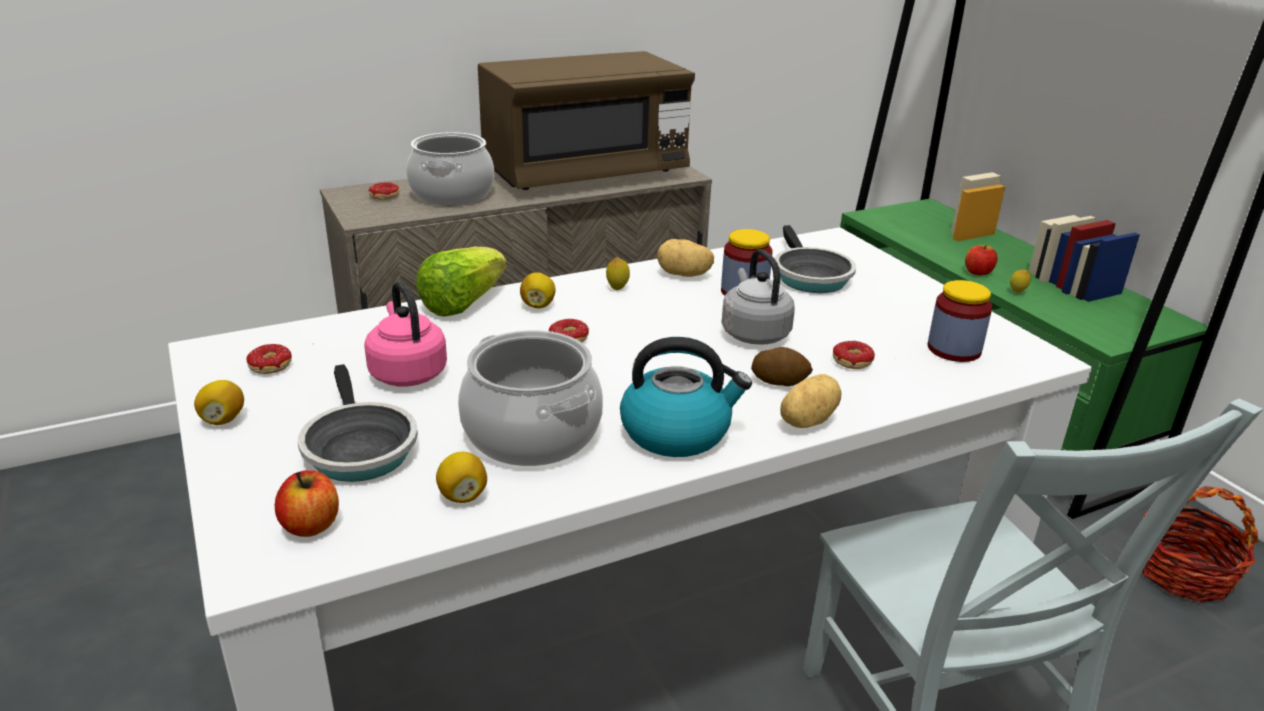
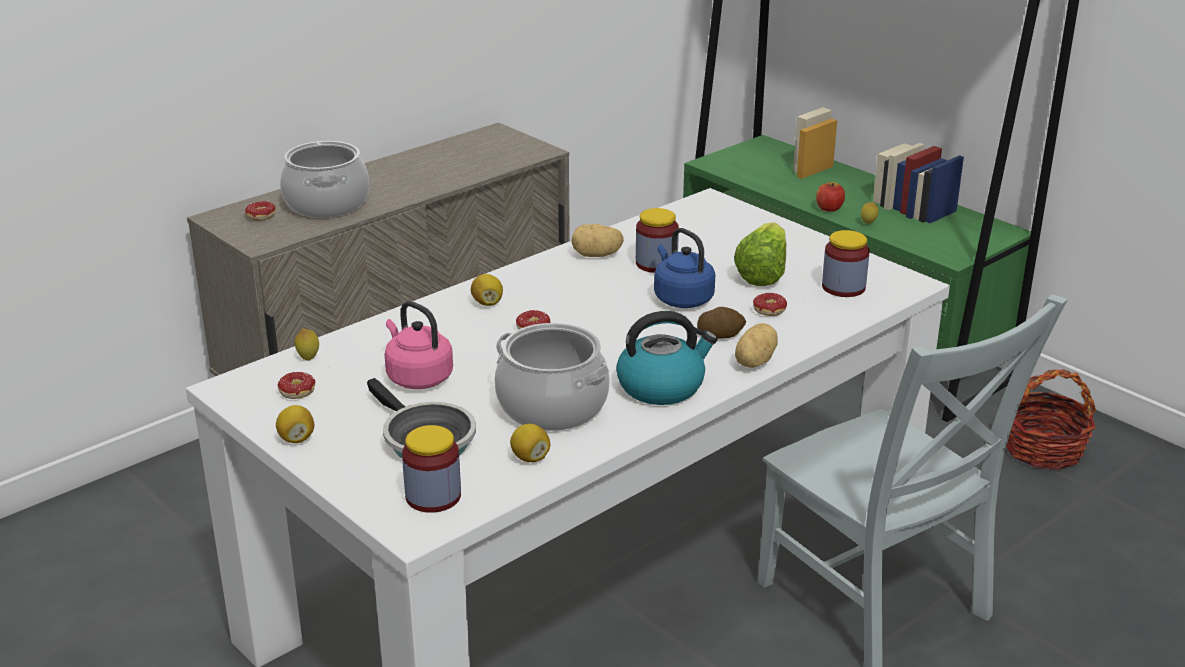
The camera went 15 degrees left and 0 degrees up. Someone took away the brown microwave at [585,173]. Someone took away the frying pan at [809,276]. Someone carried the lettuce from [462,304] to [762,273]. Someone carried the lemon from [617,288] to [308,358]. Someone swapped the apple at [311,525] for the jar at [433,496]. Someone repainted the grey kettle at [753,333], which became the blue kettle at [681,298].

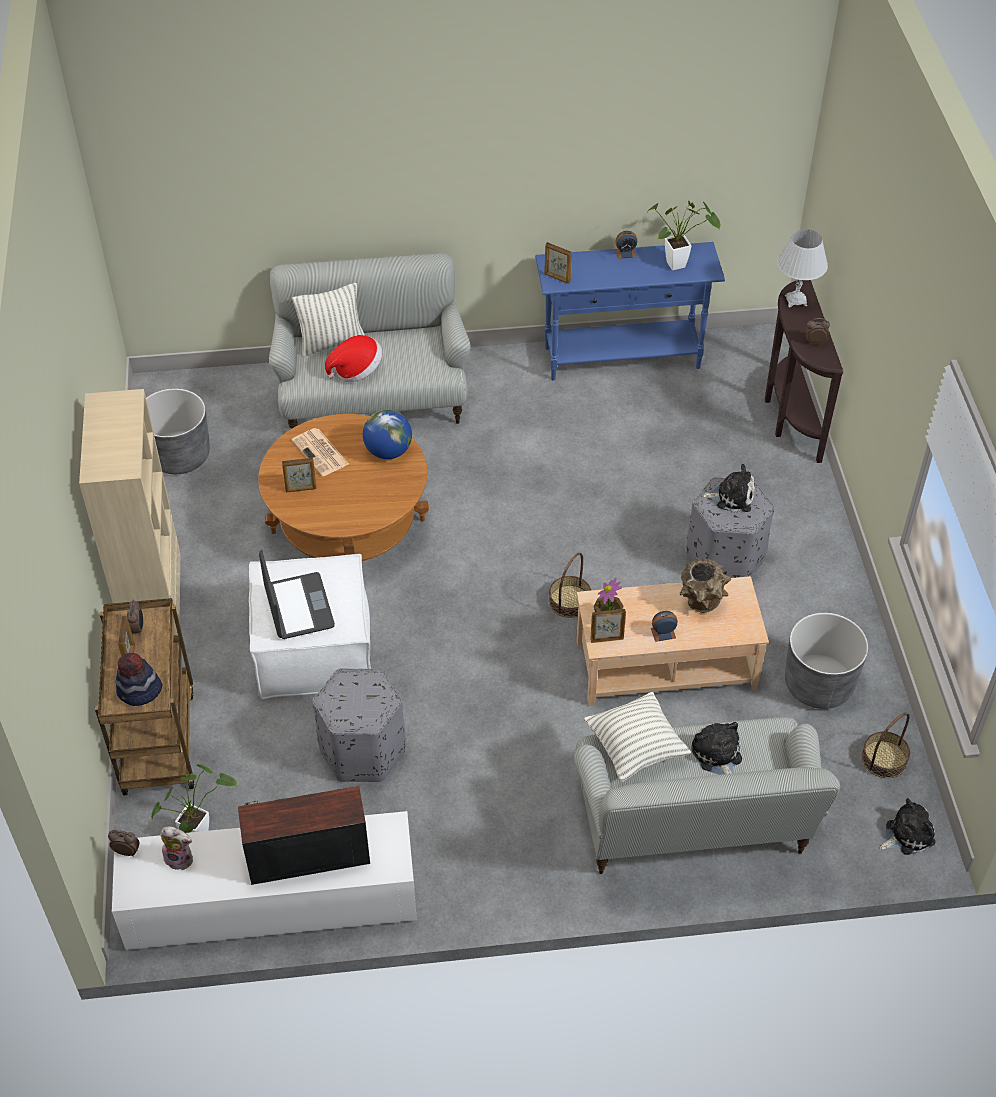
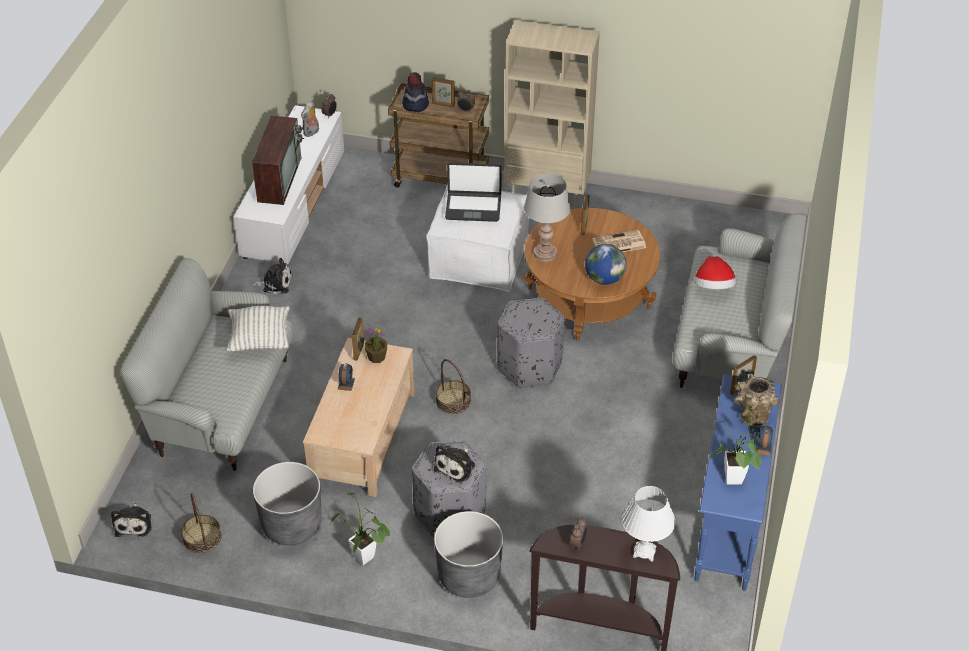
The camera went 110 degrees right and 5 degrees down. Someone took away the pillow at [332,343]. Someone put down the grey table lamp at [545,254]. Someone carried the grey planter from [179,455] to [469,575]. Someone carried the potted plant from [200,831] to [366,560]. Someone carried the grey ottoman from [362,751] to [529,366]. Someone carried the brown vase from [701,604] to [751,416]. Someone carried the plush toy from [717,755] to [275,283].

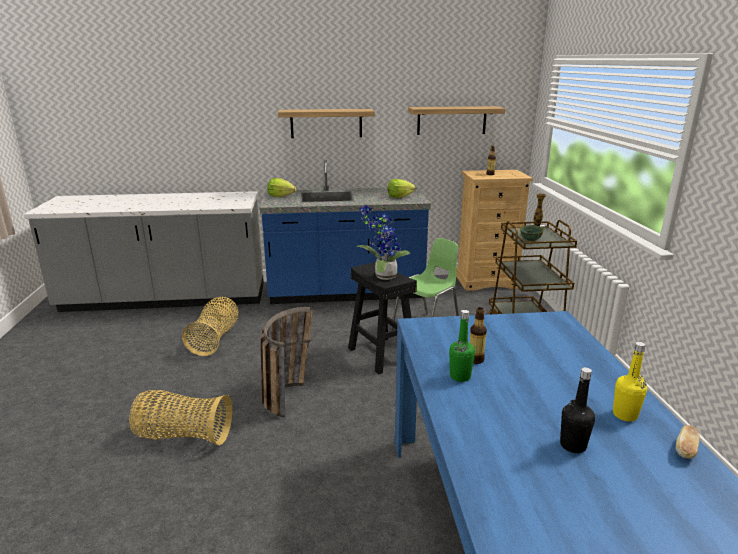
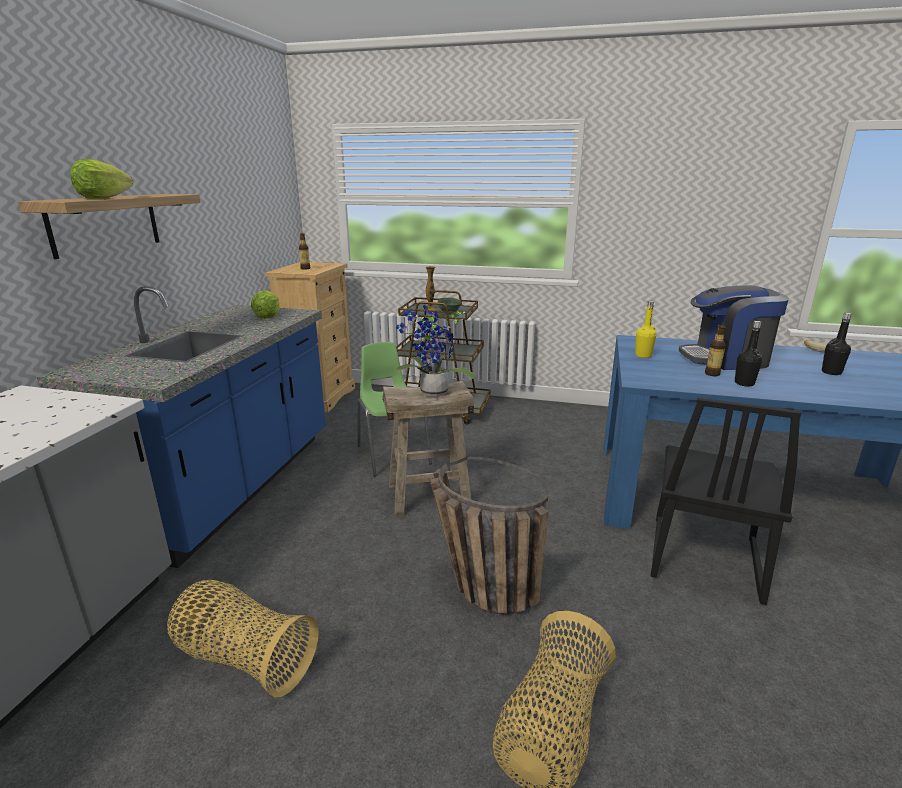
The camera went 70 degrees left and 0 degrees up. Someone took away the shelf at [451,120]. Someone put down the black chair at [702,558]. Someone put down the coffee machine at [726,359]. Someone carried the lettuce from [281,196] to [103,198]. Someone carried the yellow bottle from [625,415] to [643,356]. Someone repainted the black stool at [382,354], which became the beige stool at [429,495]. Someone repainted the green bottle at [460,376], which became the black bottle at [744,383].

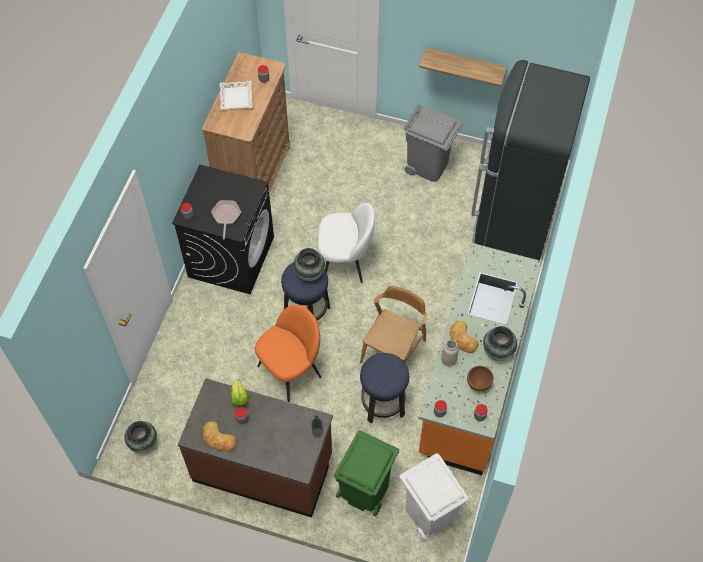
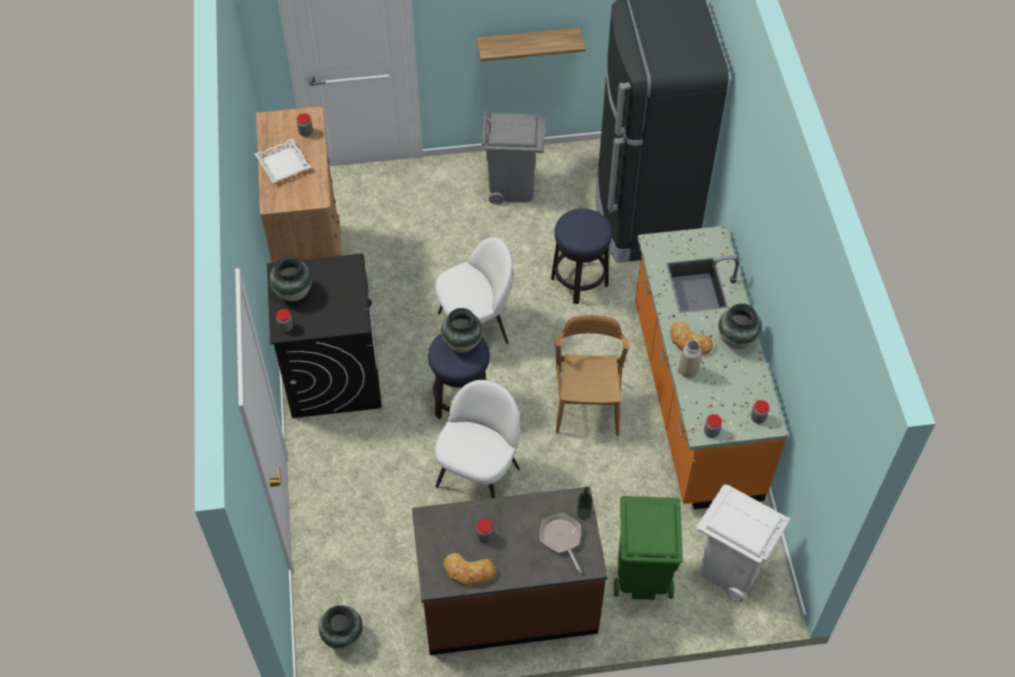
The camera went 25 degrees left and 5 degrees down. Someone took away the lettuce at [239,398]. Someone took away the brown bowl at [478,384]. Someone put down the vase at [293,293]. Someone carried the frying pan from [226,216] to [561,539]. Someone carried the stool from [383,403] to [579,281]. Someone repainted the orange chair at [291,370], which became the white chair at [479,475].

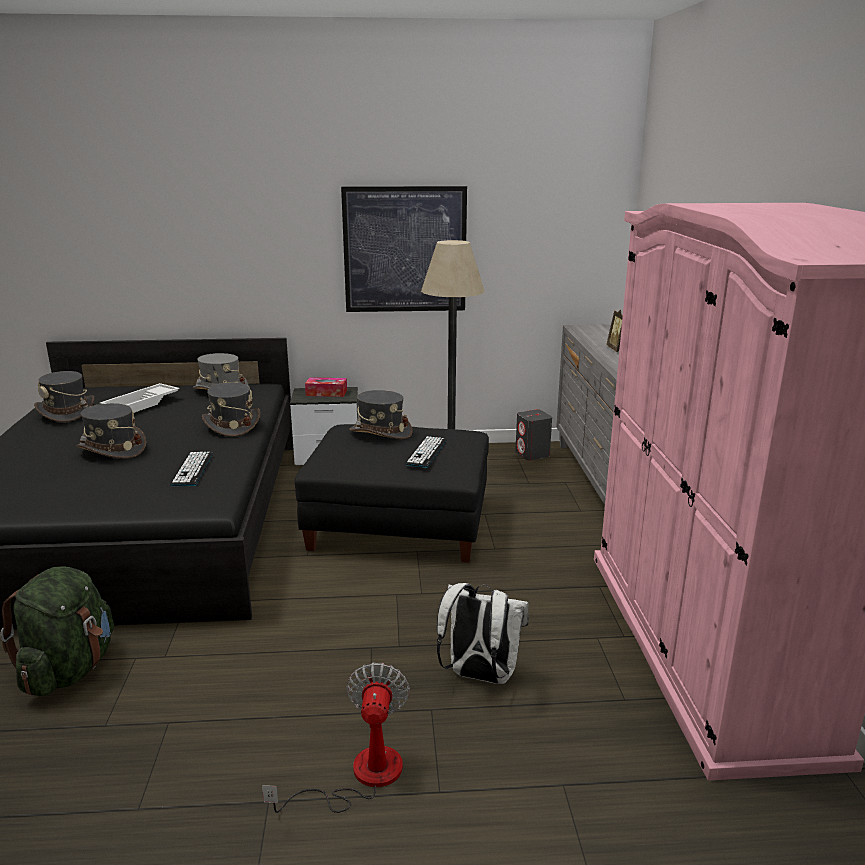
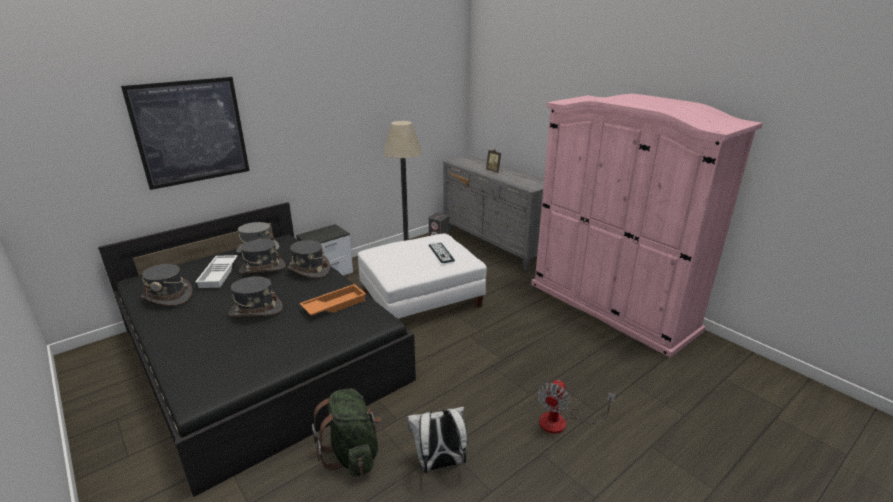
The camera went 35 degrees left and 5 degrees up. Someone took away the tissue box at [326,393]. Someone carried the picture from [405,250] to [191,132]. Someone carried the grey hat from [380,432] to [262,268]. Someone carried the white backpack from [479,675] to [439,464]. Someone swapped the keyboard at [192,469] for the orange tray at [334,304]. Someone repainted the black ottoman at [399,522], which became the white ottoman at [421,298]. Someone rotated the fan at [361,776] by 120 degrees counterclockwise.

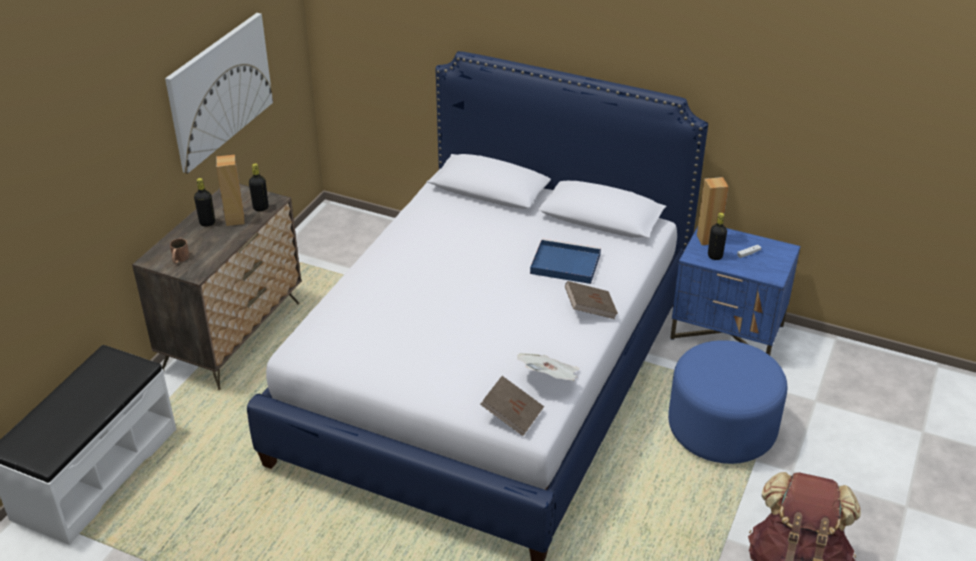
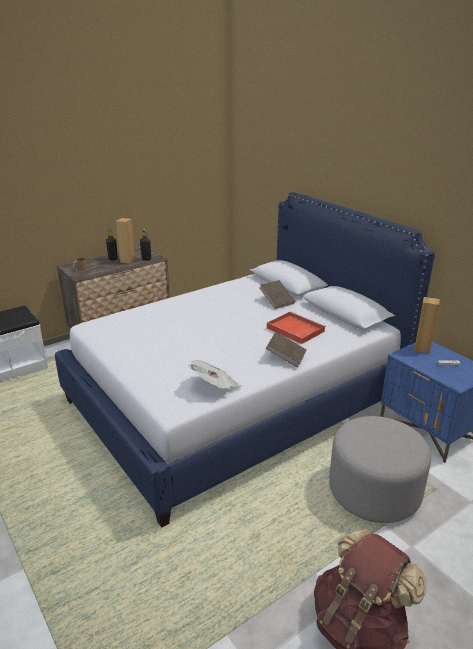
The camera went 30 degrees right and 10 degrees down. Someone took away the picture at [220,90]. Someone took away the black bottle at [715,256]. Someone carried the brown book from [512,415] to [277,301]. Someone repainted the blue tray at [564,264], which became the red tray at [294,329]. Someone repainted the blue ottoman at [721,428], which became the grey ottoman at [374,491].

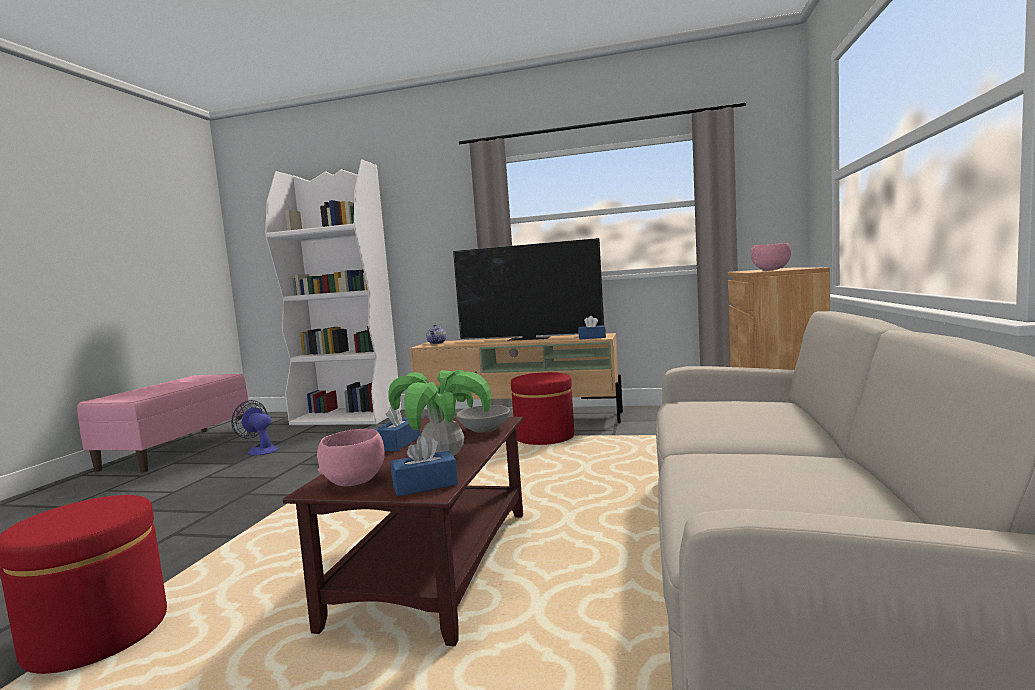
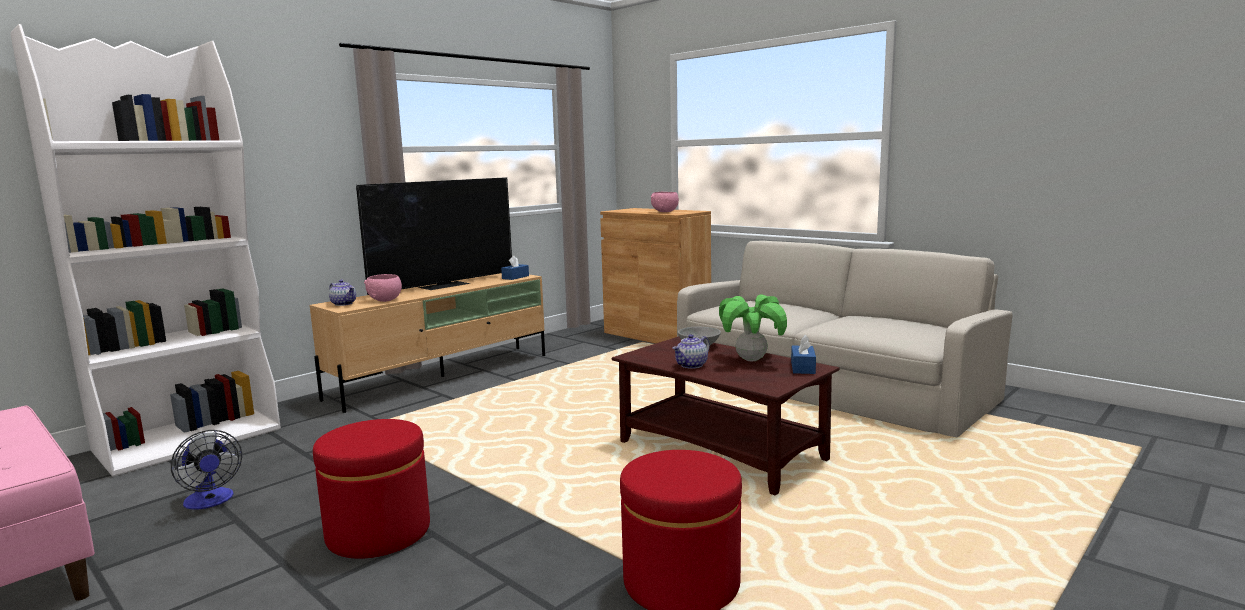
The camera went 60 degrees left and 5 degrees up. Someone carried the pink bowl from [355,481] to [385,300]. Someone carried the red ottoman from [544,437] to [378,532]. Someone swapped the blue tissue box at [398,443] for the teapot at [691,365]. Someone rotated the fan at [260,450] by 105 degrees counterclockwise.

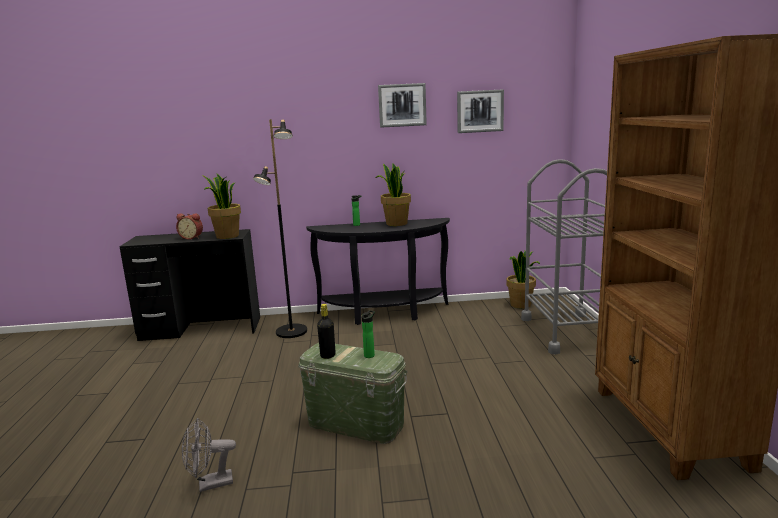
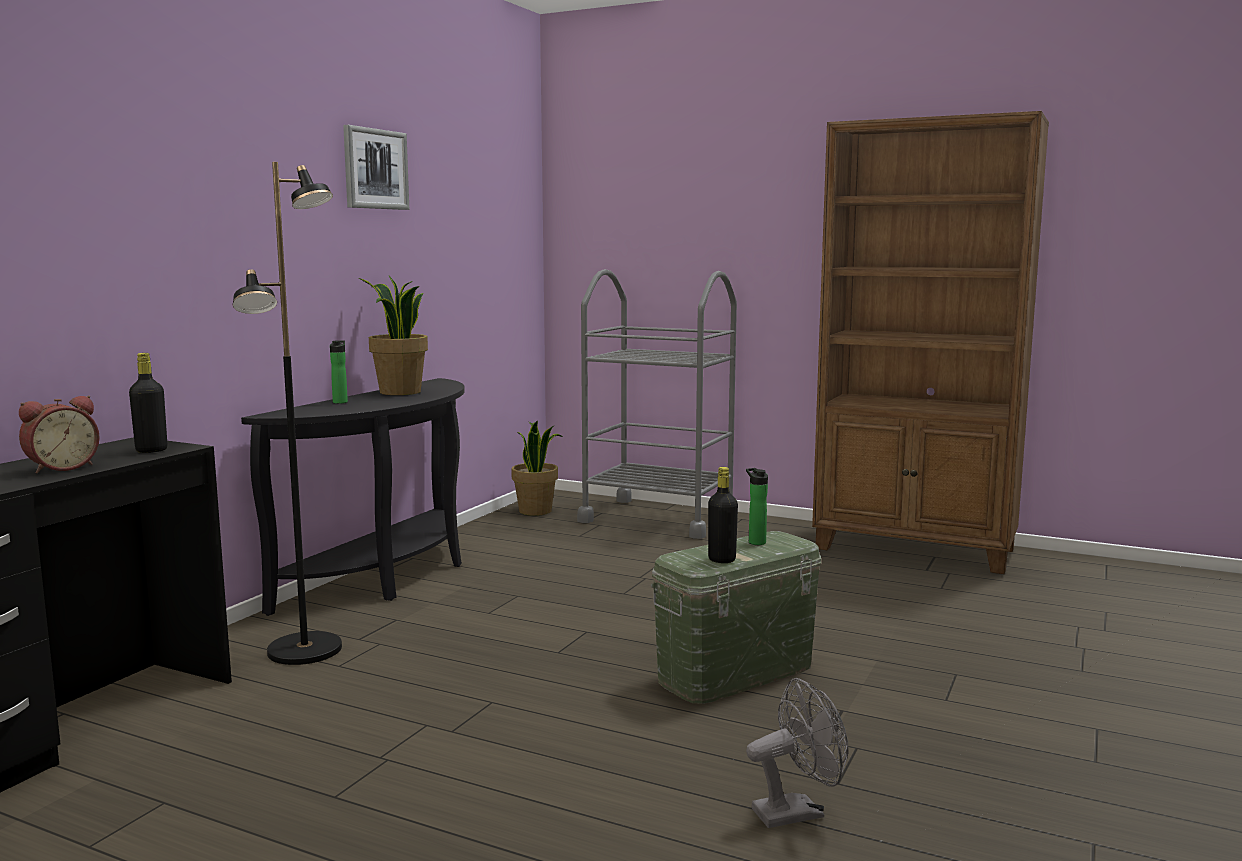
The camera went 60 degrees left and 5 degrees down. Someone took away the picture at [480,111]. Someone swapped the potted plant at [227,236] for the black bottle at [151,450]. Someone rotated the grey fan at [210,484] by 120 degrees counterclockwise.

